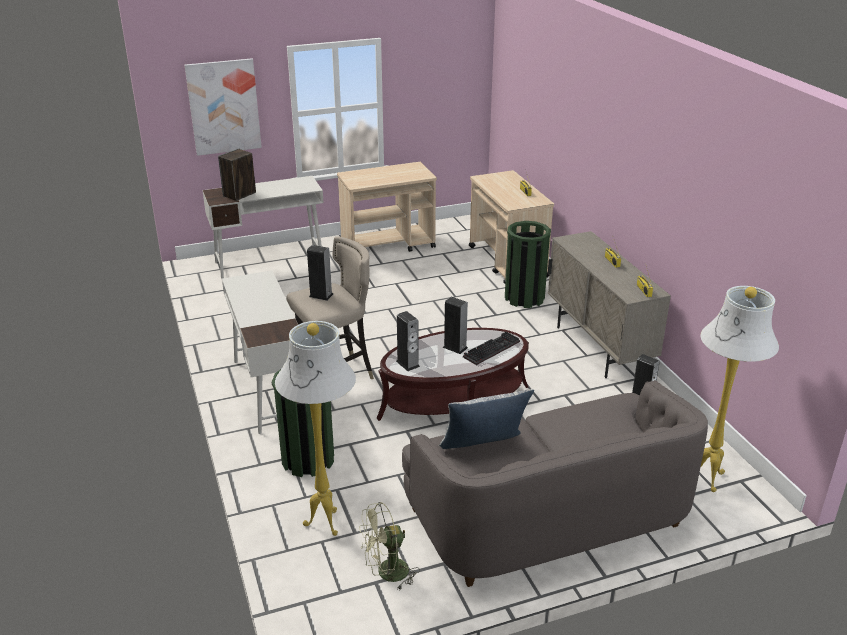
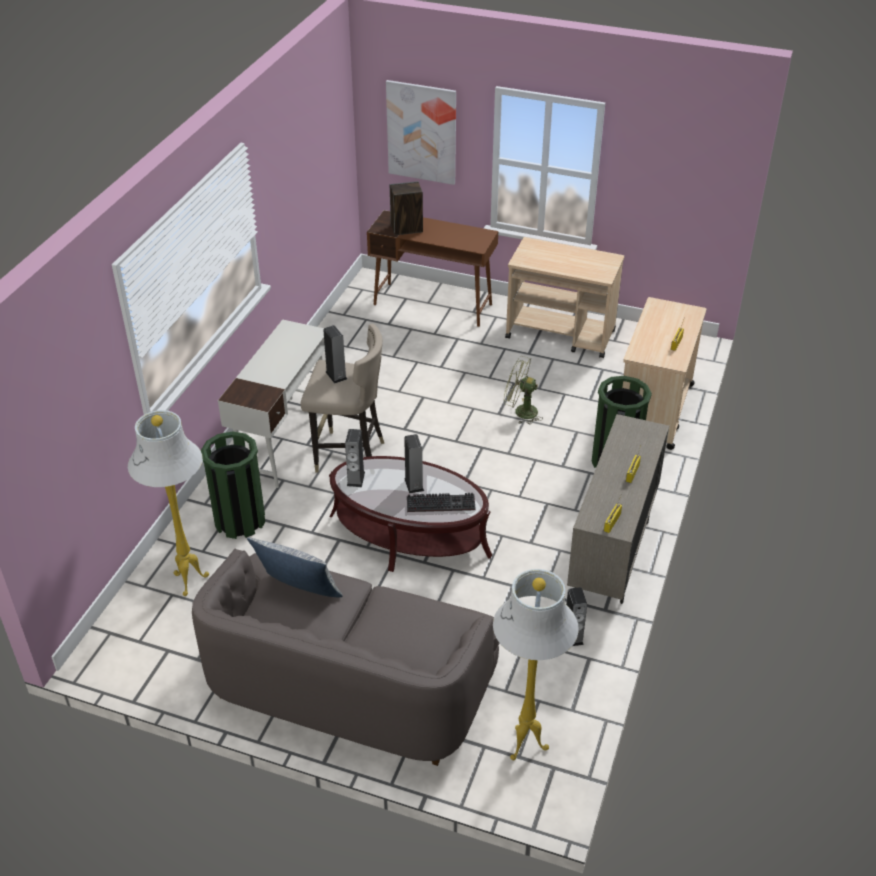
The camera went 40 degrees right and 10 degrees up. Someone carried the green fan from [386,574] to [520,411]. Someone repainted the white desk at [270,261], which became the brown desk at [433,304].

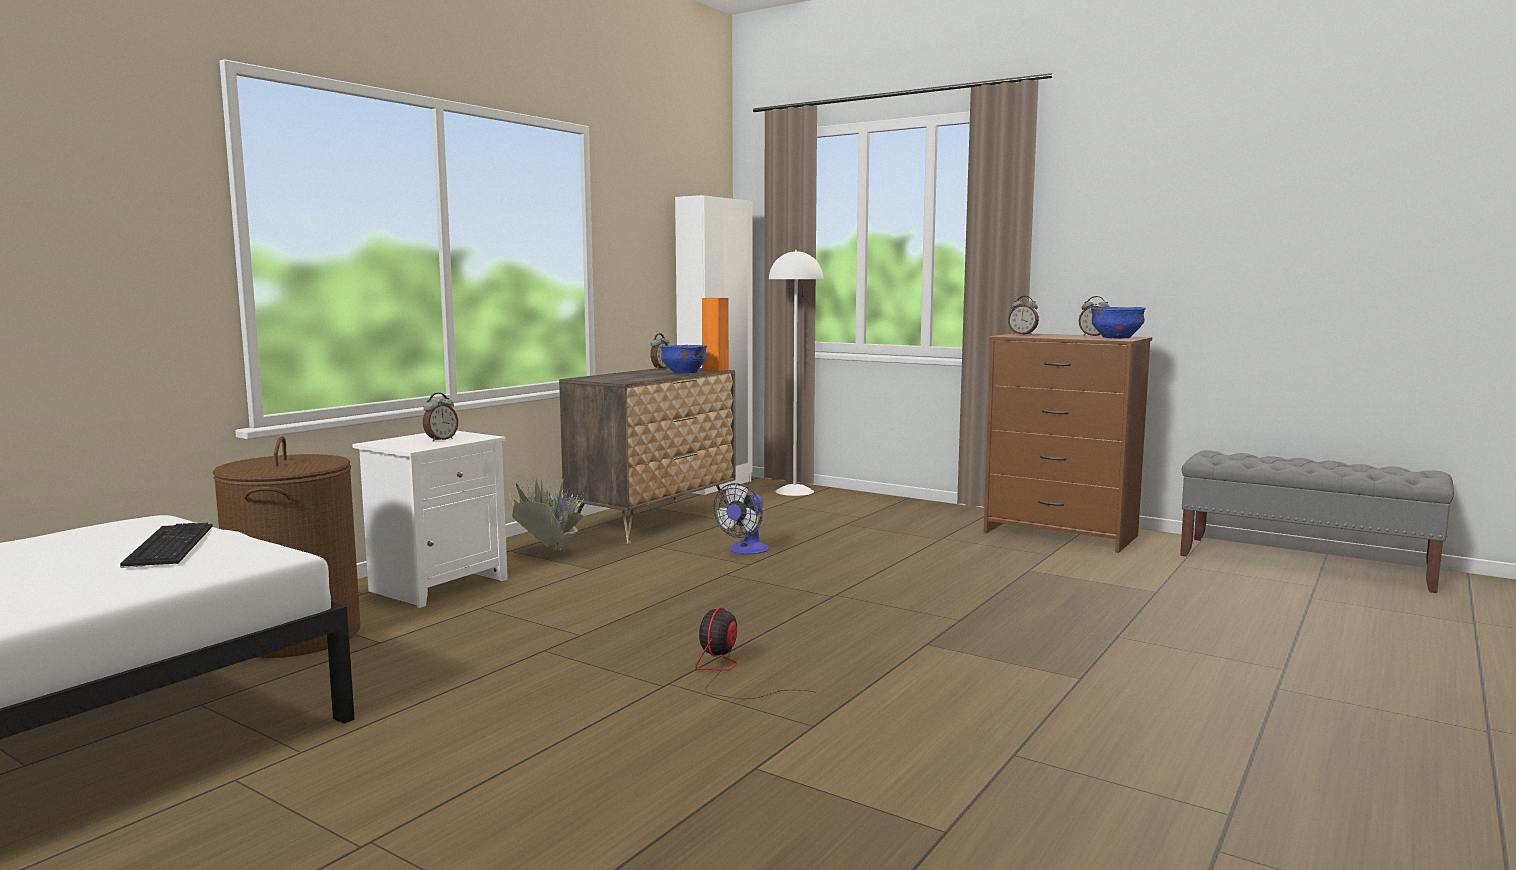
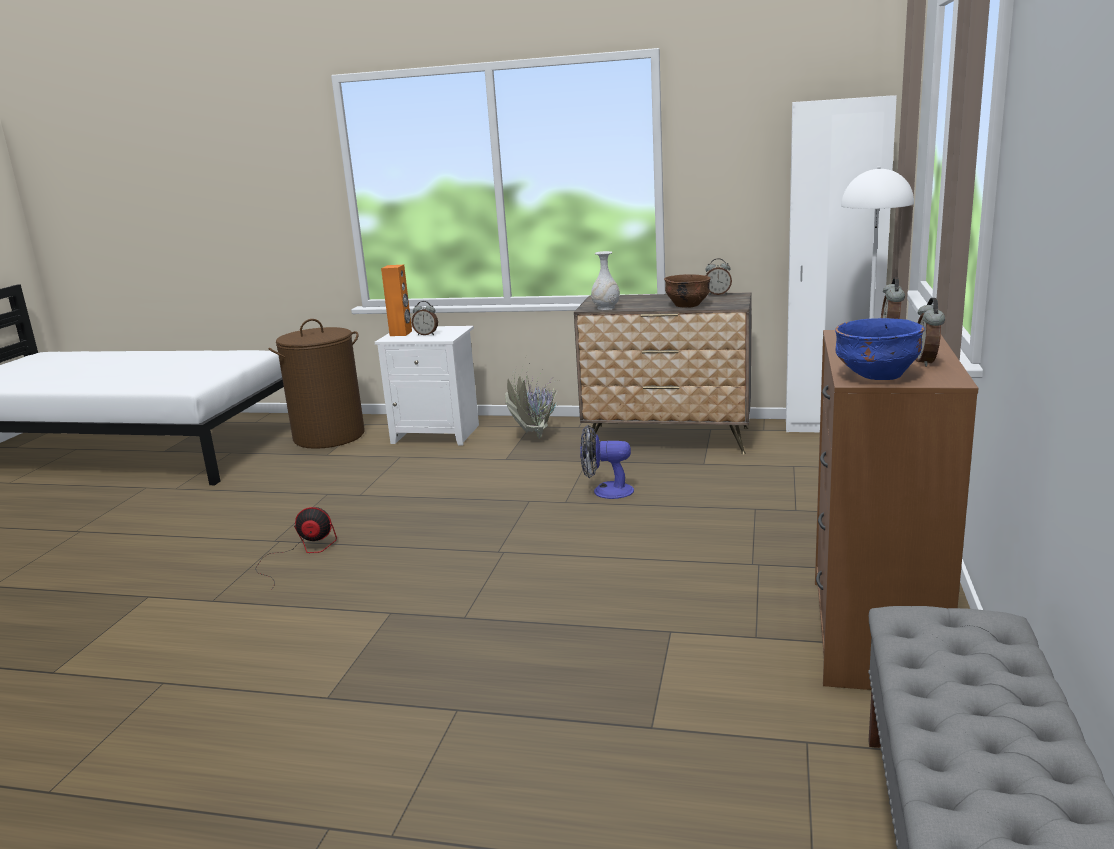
The camera went 70 degrees right and 10 degrees up. Someone took away the keyboard at [167,545]. Someone put down the white vase at [606,308]. Someone carried the orange speaker from [715,370] to [401,333]. Someone repainted the blue bowl at [683,373], which became the brown bowl at [687,305].

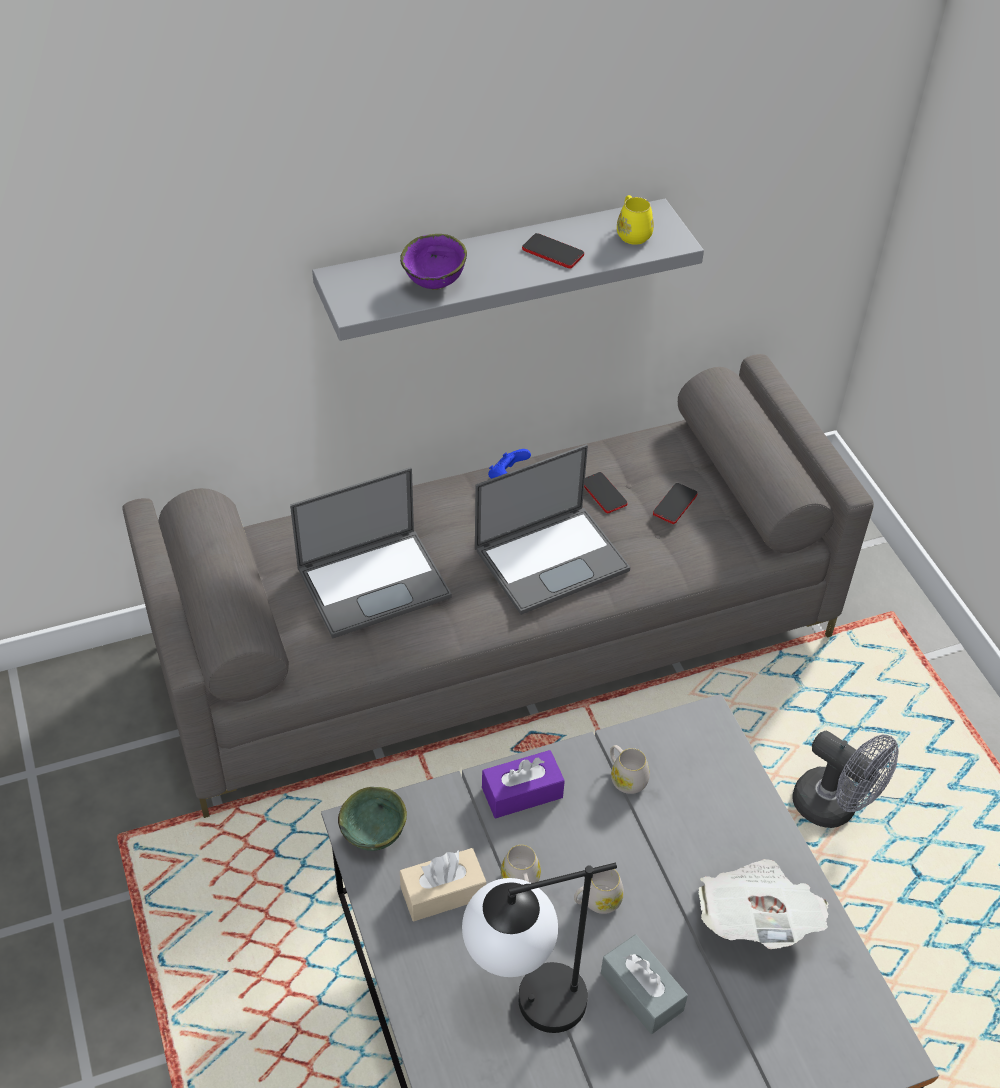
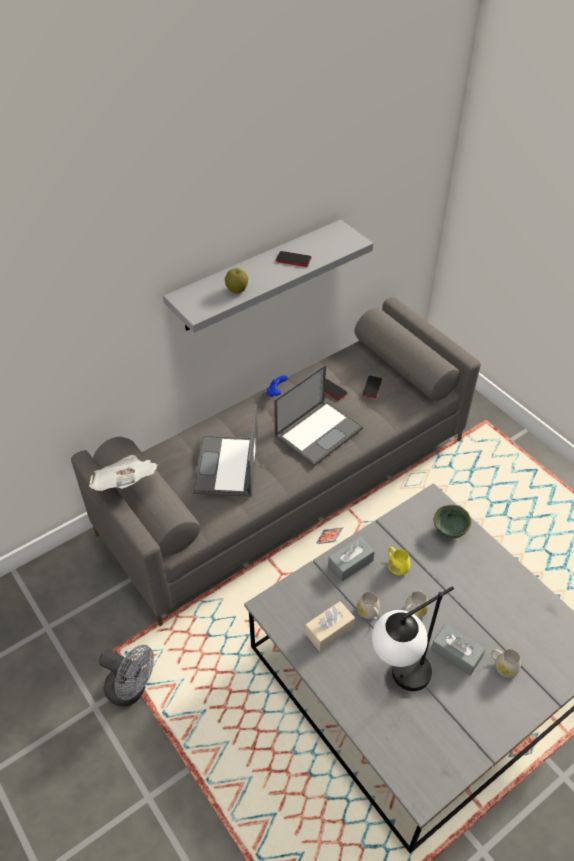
The camera went 15 degrees left and 0 degrees up. Someone carried the green bowl from [375,836] to [450,531]. Someone carried the white mug from [625,778] to [503,666]. Someone carried the yellow mug from [632,233] to [396,565]. Someone carried the newspaper from [756,919] to [126,484]. Someone carried the grey fan from [834,807] to [131,690]. Someone swapped the purple bowl at [436,284] for the apple at [237,290]. Someone repainted the purple tissue box at [522,792], which became the grey tissue box at [350,563]. Someone rotated the laptop at [375,581] by 135 degrees clockwise.

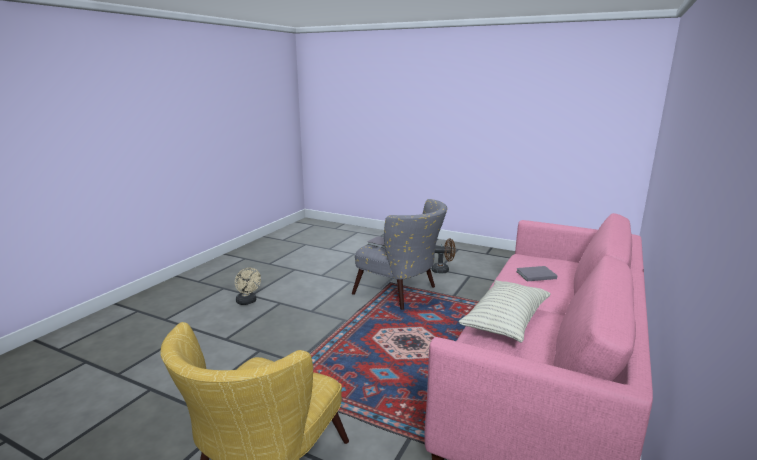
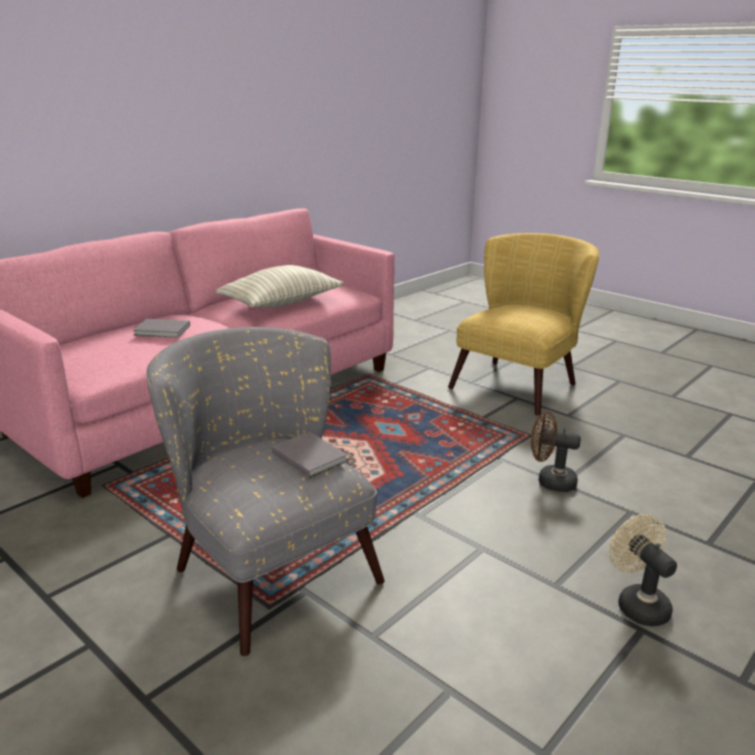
The camera went 165 degrees left and 5 degrees up. Someone carried the brown fan from [443,270] to [550,481].

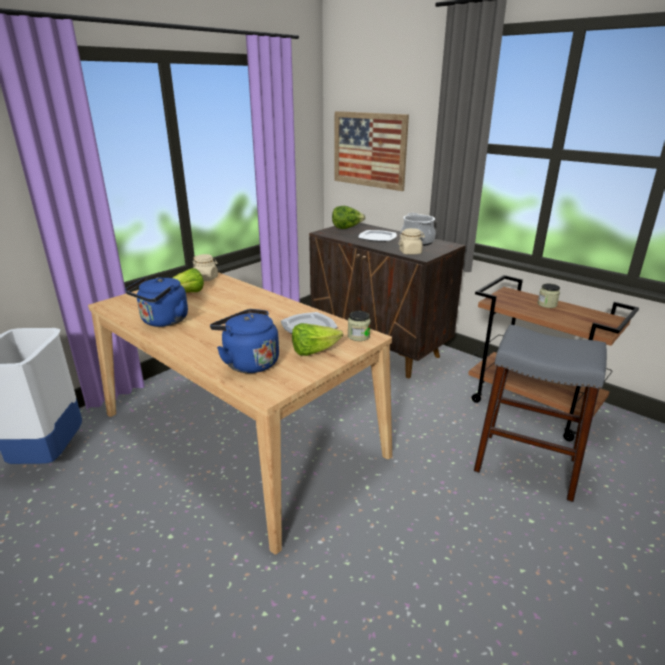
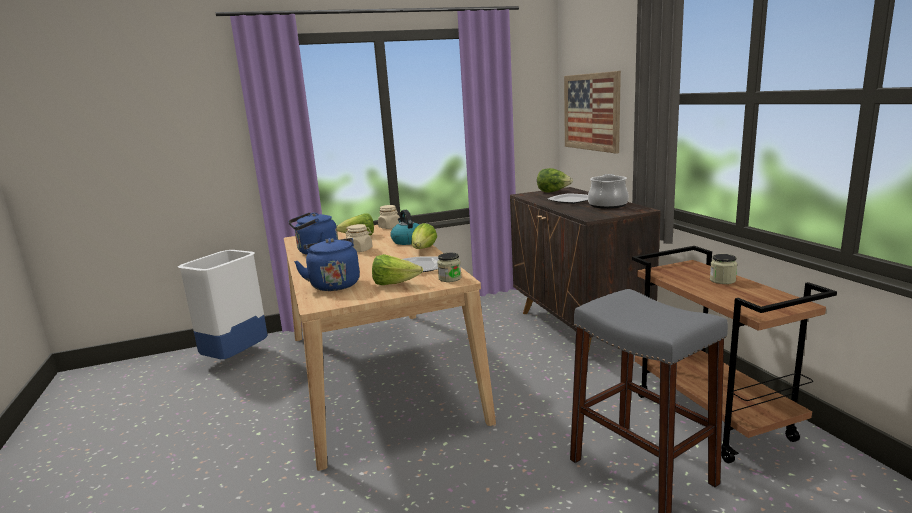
The camera went 30 degrees right and 10 degrees down. Someone put down the kettle at [407,241]. Someone put down the lettuce at [423,250]. Someone carried the beige jar from [410,252] to [360,250].

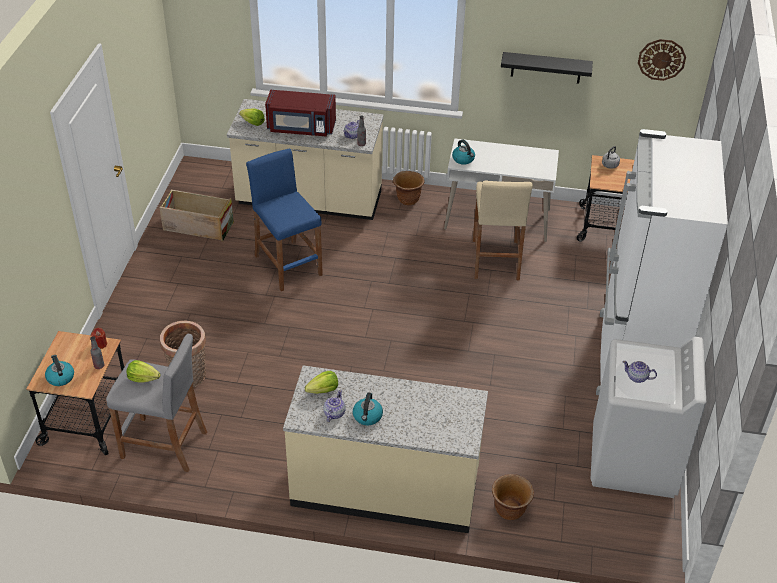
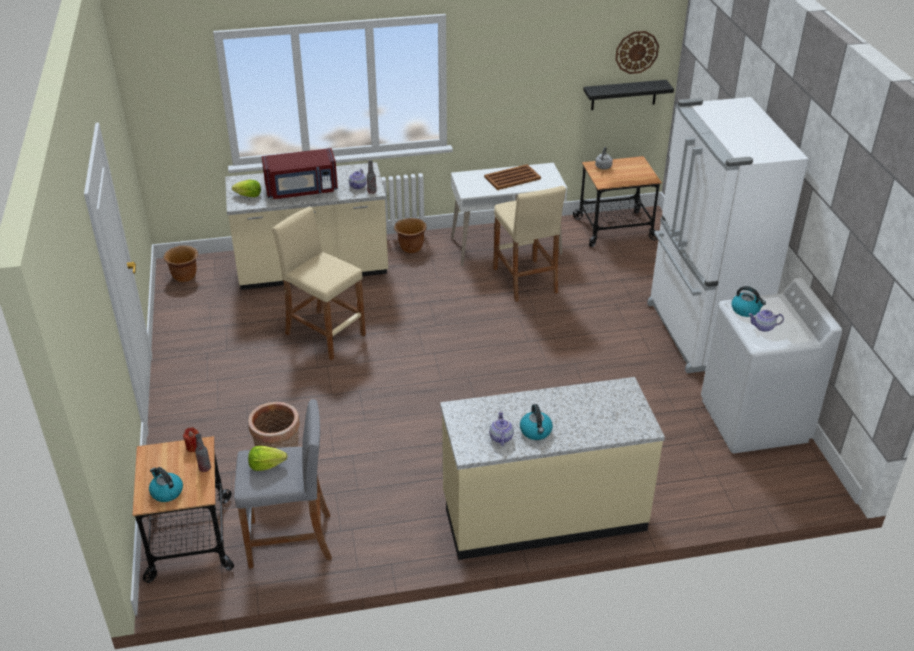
The camera went 20 degrees left and 5 degrees down. Someone took away the crate at [197,226]. Someone took away the lettuce at [323,390]. Someone put down the brown tray at [511,178]. Someone carried the kettle from [463,159] to [745,310]. Someone carried the brown planter from [510,510] to [185,277]. Someone carried the black shelf from [546,68] to [624,95]. Someone repainted the blue stool at [288,265], which became the beige stool at [325,334].

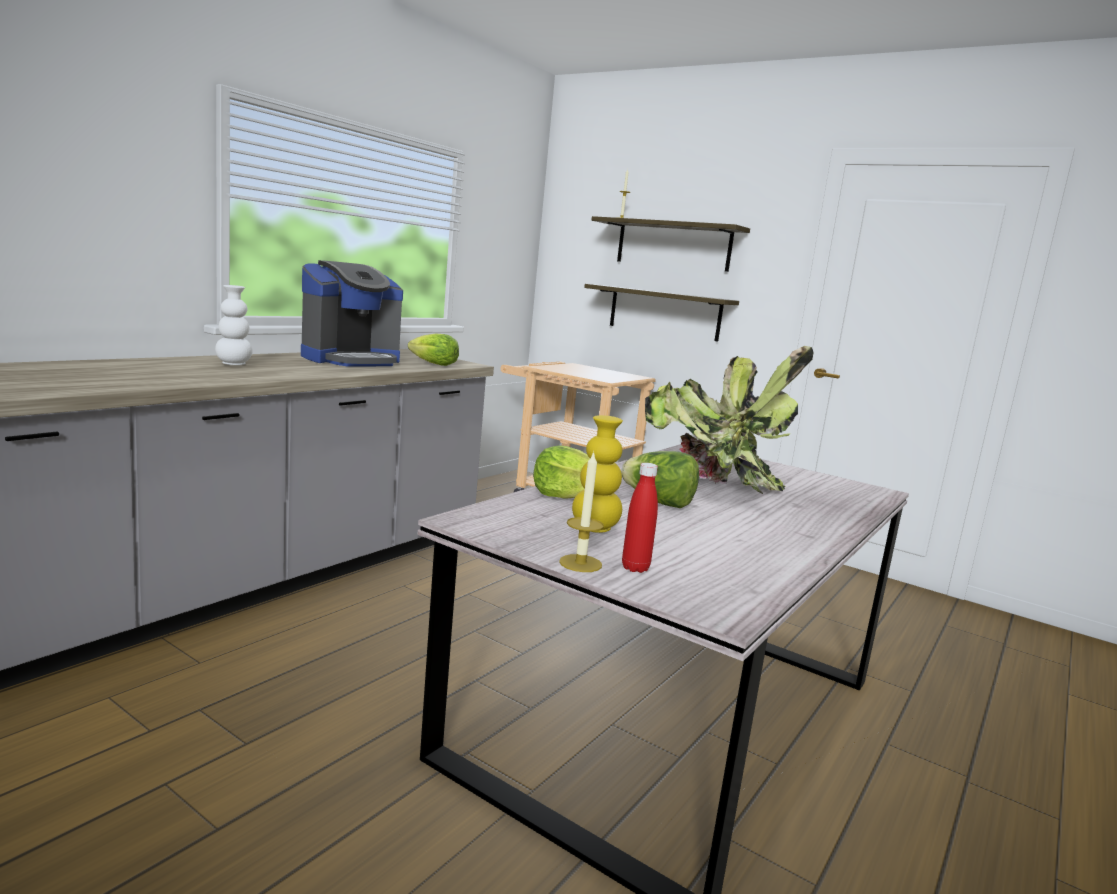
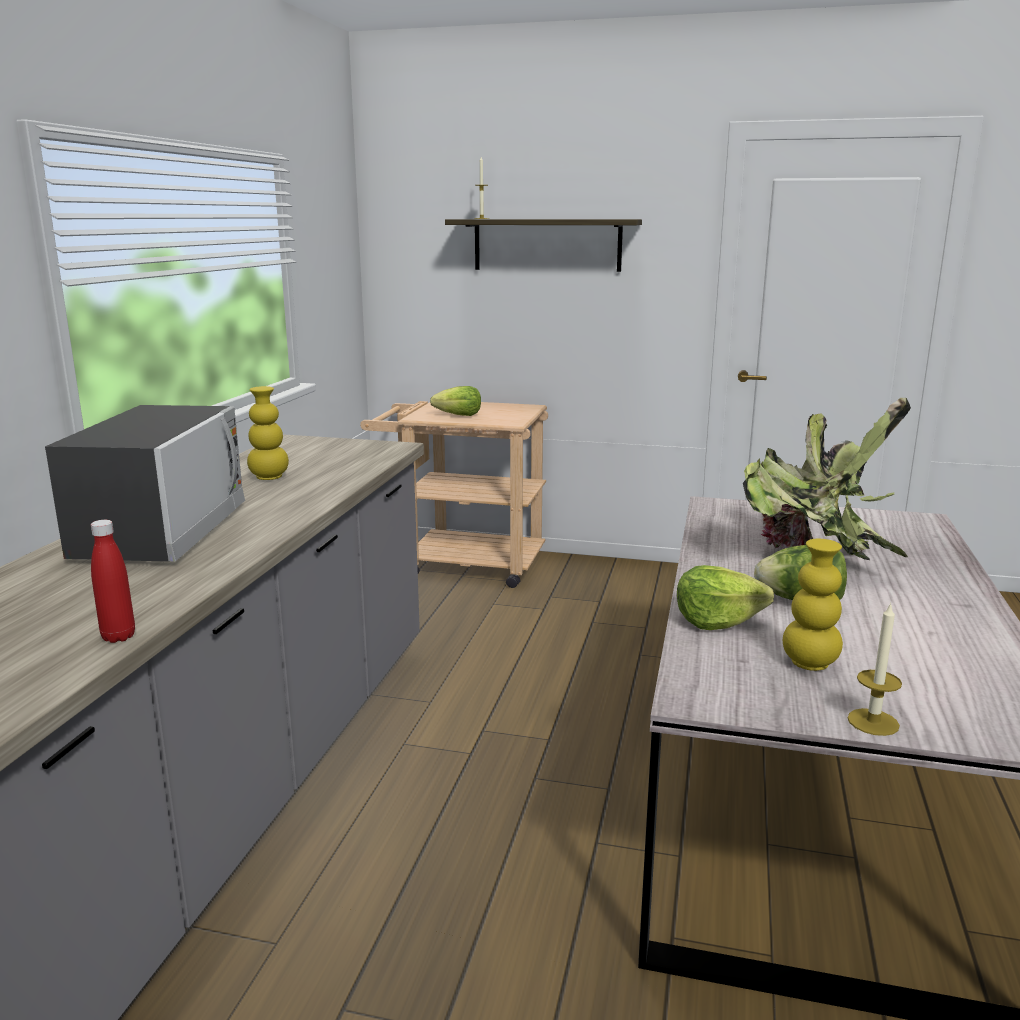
The camera went 20 degrees left and 5 degrees up. Someone took away the shelf at [664,313]. Someone carried the lettuce from [434,364] to [459,415]. Someone carried the red bottle from [635,568] to [118,637]. Someone swapped the white vase at [233,364] for the microwave at [163,531]. Someone swapped the coffee machine at [351,360] for the yellow vase at [269,477].

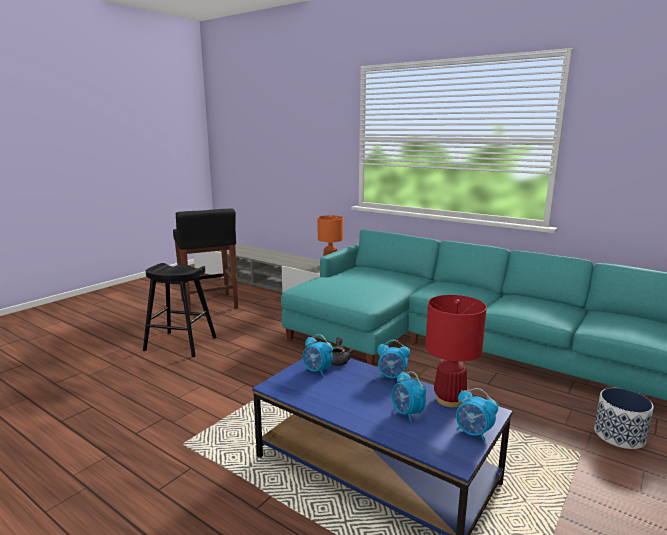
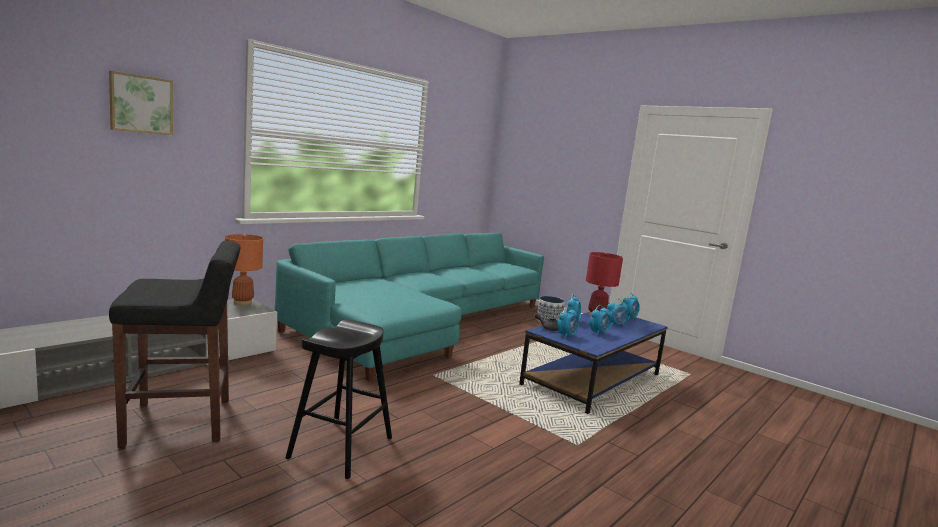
The camera went 85 degrees left and 5 degrees down. Someone put up the picture at [141,104]. Someone put down the alarm clock at [598,333].

